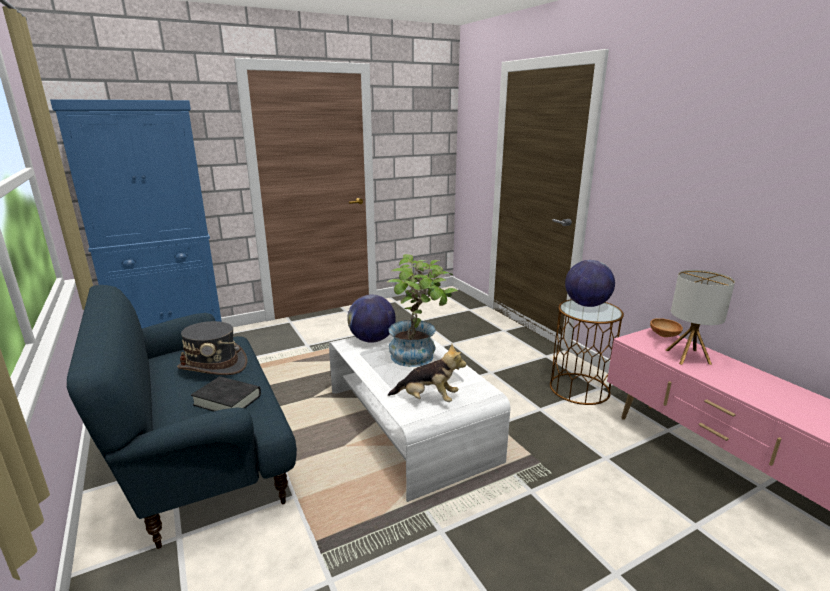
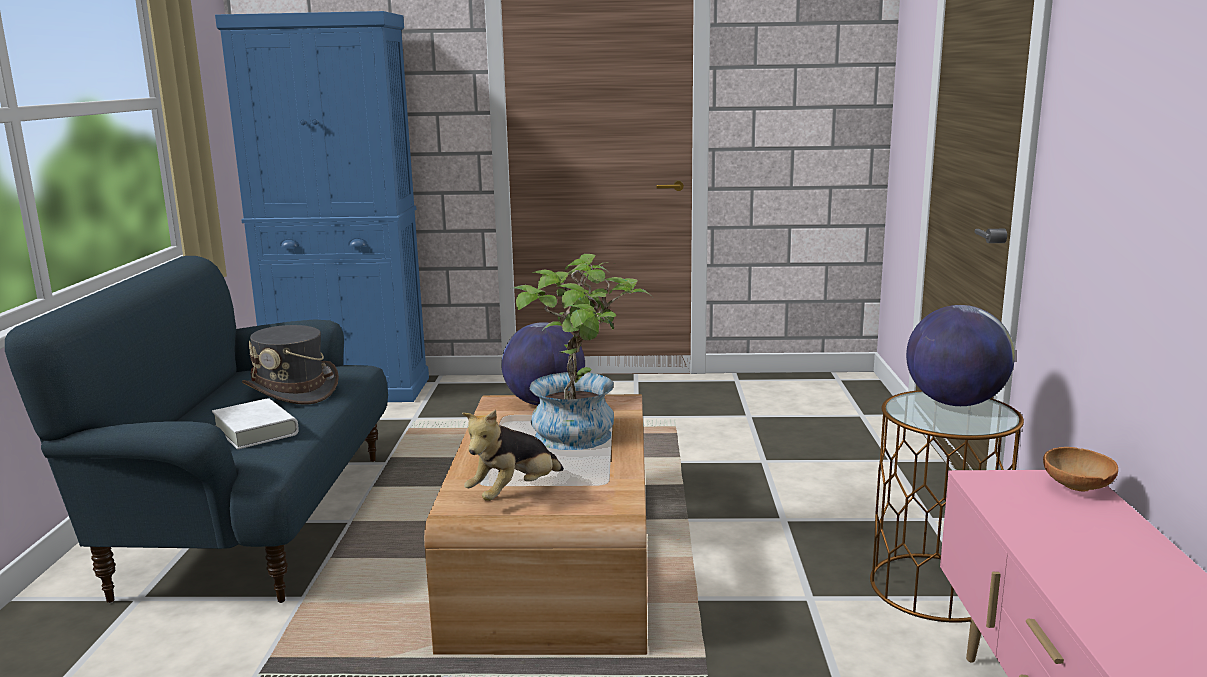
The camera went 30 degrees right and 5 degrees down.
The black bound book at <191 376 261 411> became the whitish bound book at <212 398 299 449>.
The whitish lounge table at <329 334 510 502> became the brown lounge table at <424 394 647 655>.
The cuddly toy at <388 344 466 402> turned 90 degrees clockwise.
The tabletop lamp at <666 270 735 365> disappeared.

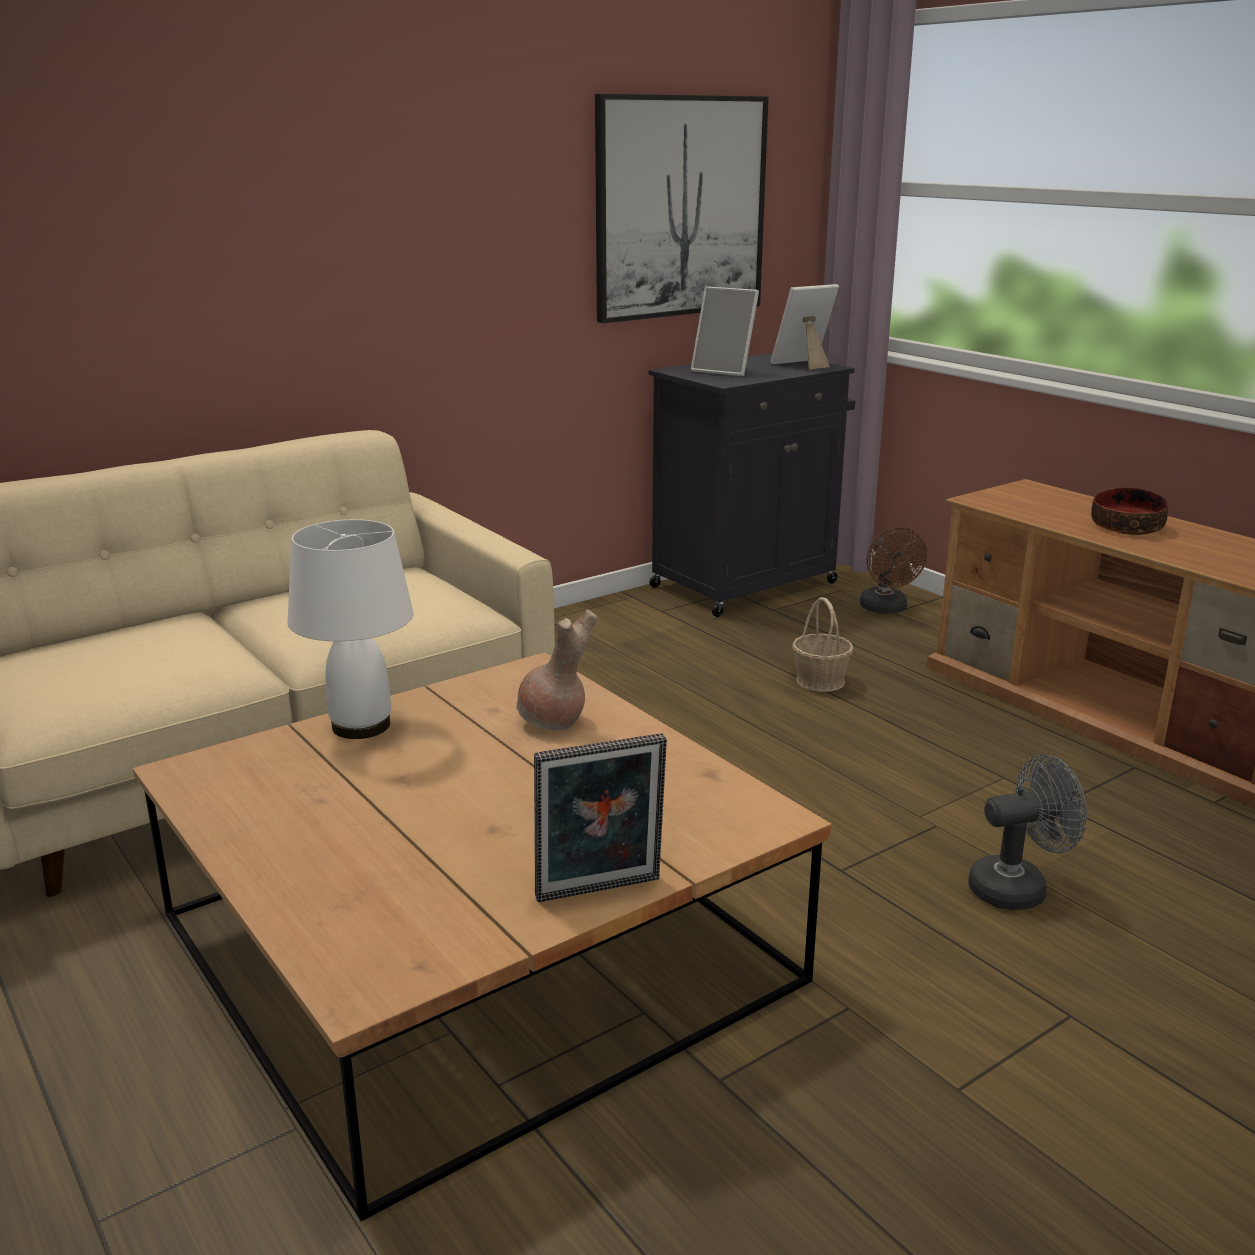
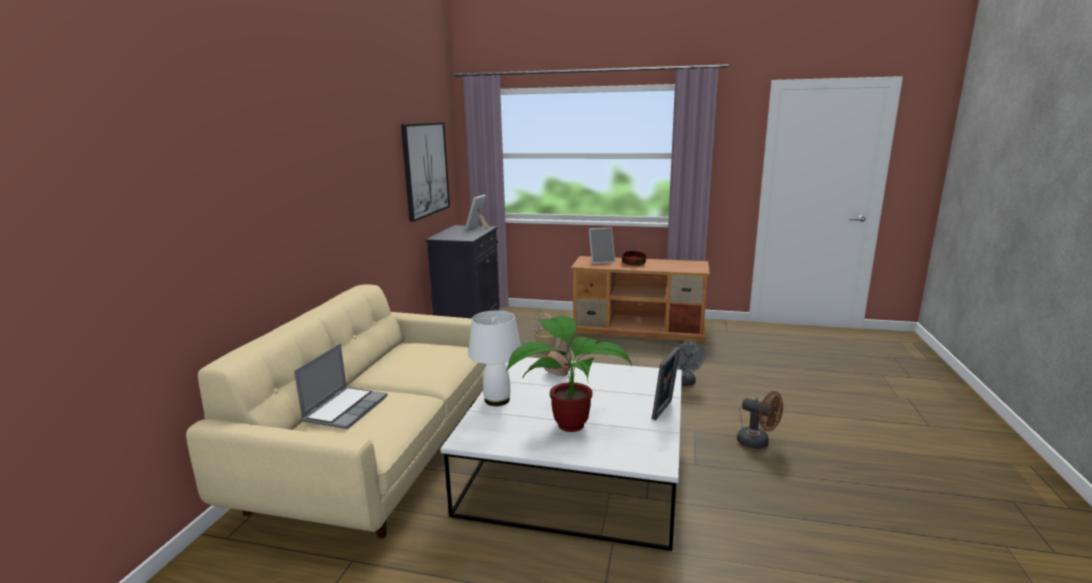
The camera went 40 degrees left and 5 degrees down.
The brown lounge table at <132 652 832 1221> became the whitish lounge table at <441 357 682 551>.
The picture frame moved from <691 286 759 376> to <589 227 615 264>.
The brown cooling fan moved from <860 527 927 614> to <737 391 783 449>.
The grey cooling fan at <968 755 1087 910> turned 135 degrees clockwise.
The notebook computer at <294 343 387 429> appeared.
The houseplant at <506 315 632 432> appeared.

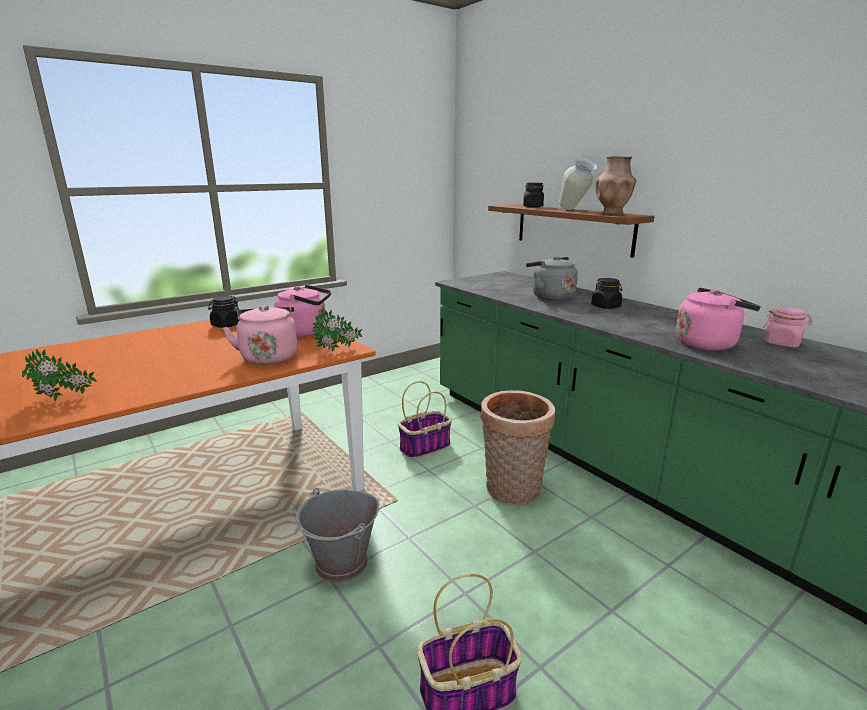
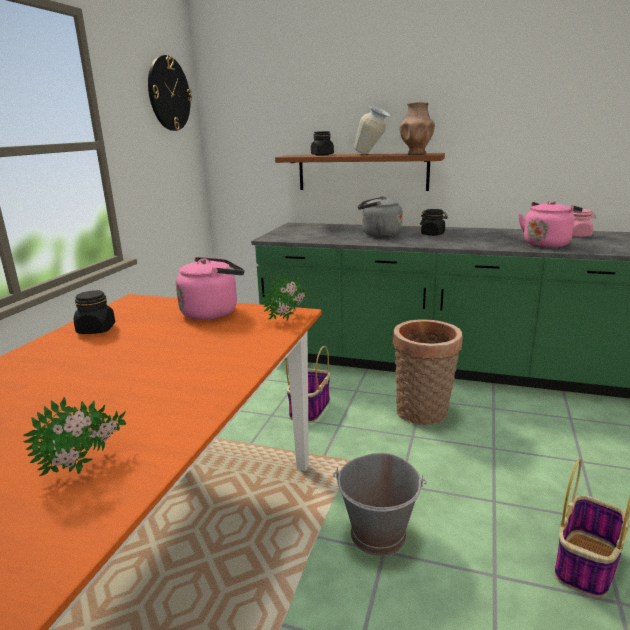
The camera went 35 degrees left and 0 degrees up.
The pinkish water kettle at <223 305 297 365> disappeared.
The wall clock at <148 55 192 131> appeared.

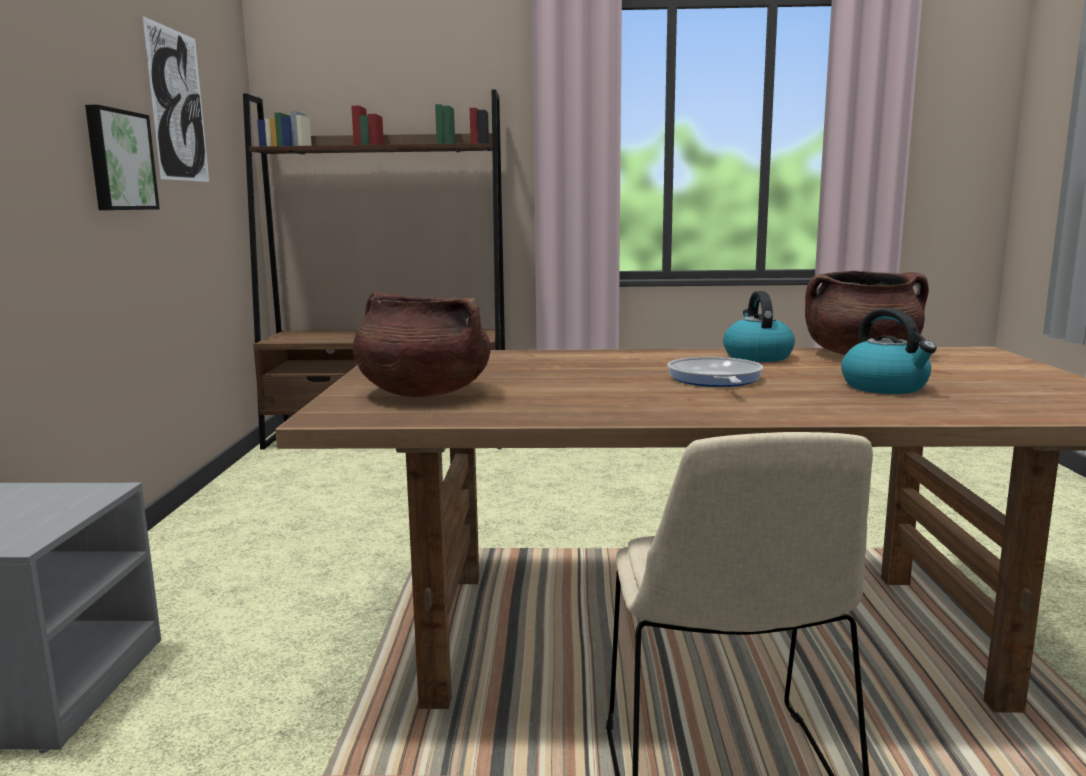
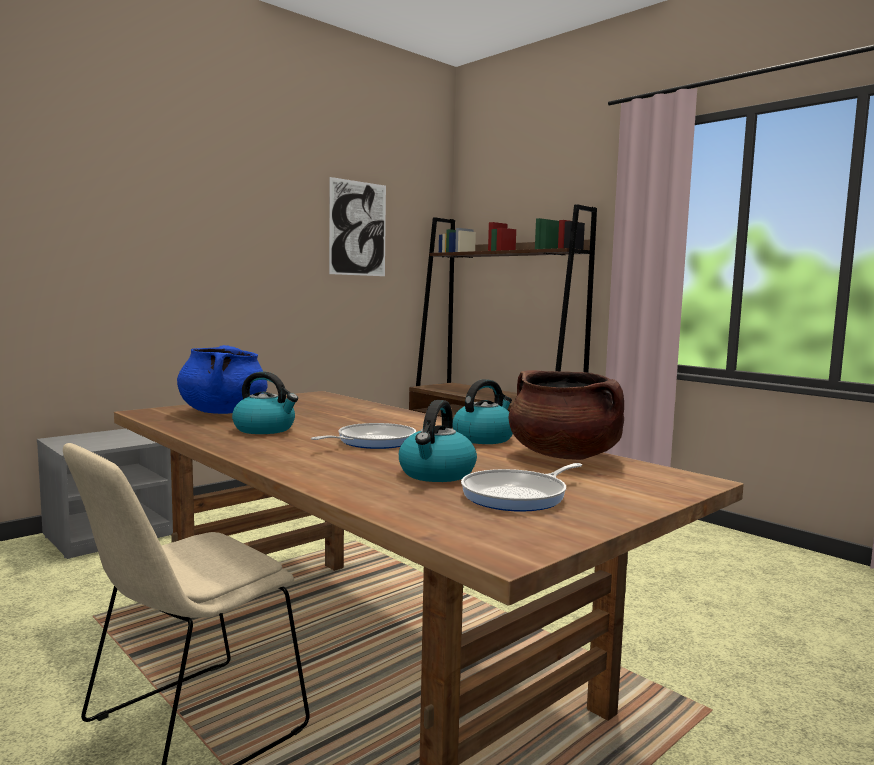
The camera went 45 degrees right and 5 degrees down.
The wall art at <85 105 160 210> disappeared.
The brown saucepot at <352 292 491 397> became the blue-coloured saucepot at <177 345 267 414>.
The water kettle at <232 372 298 434> appeared.
The frying pan at <461 463 582 512> appeared.

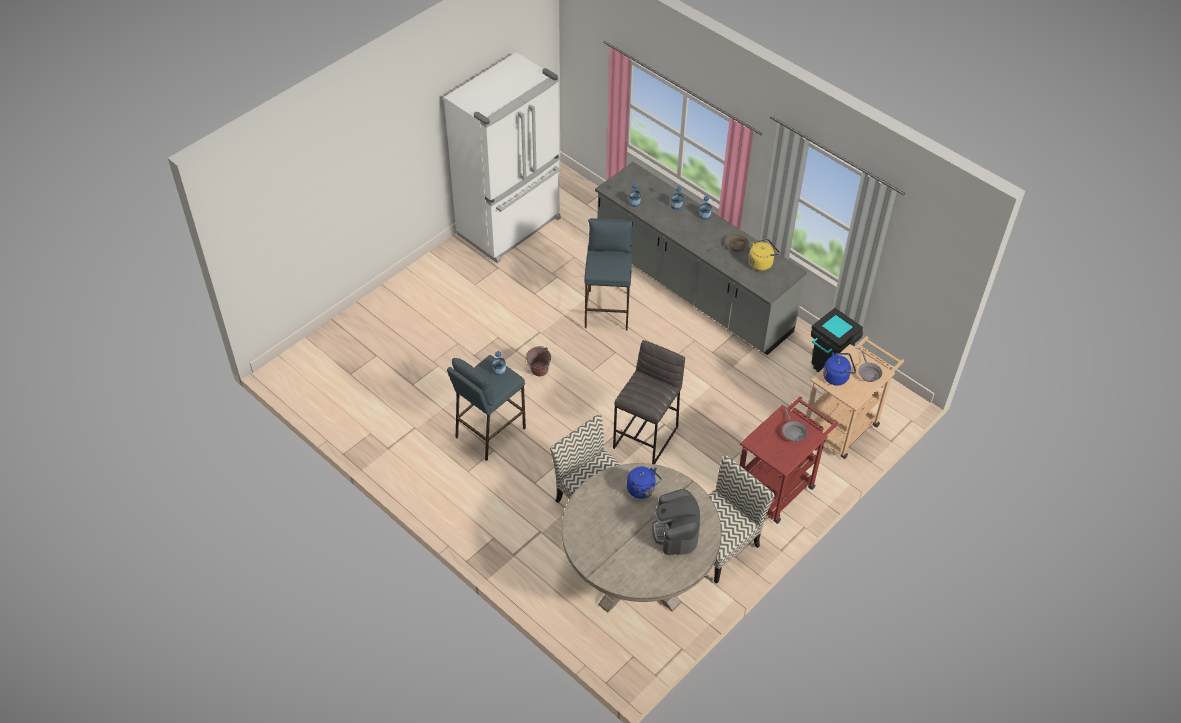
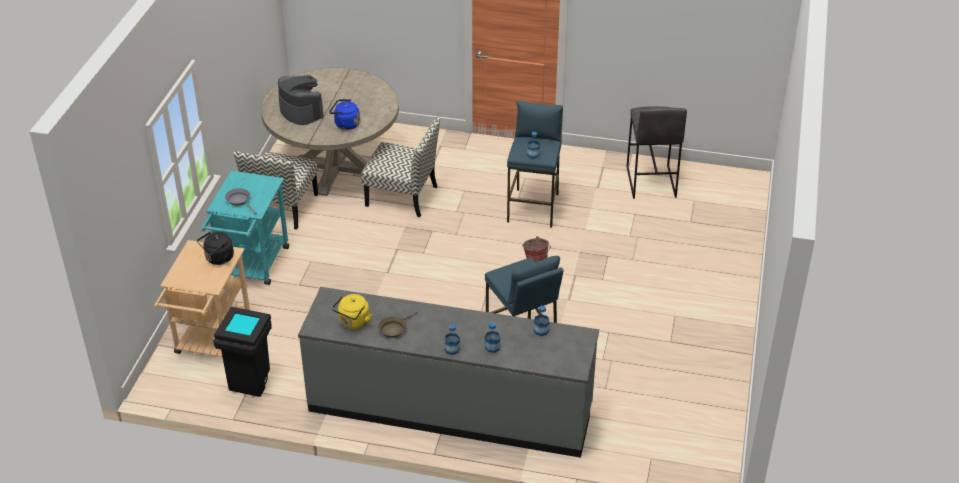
The camera went 150 degrees right and 10 degrees down.
The whitish refrigerator at <444 52 561 264> disappeared.
The grey sitting stool moved from <613 340 685 464> to <626 106 687 199>.
The red cart at <740 396 838 524> became the turquoise cart at <202 171 289 285>.
The blue-coloured water kettle at <823 352 856 385> became the black water kettle at <197 231 234 265>.
The grey frying pan at <858 350 882 382> disappeared.

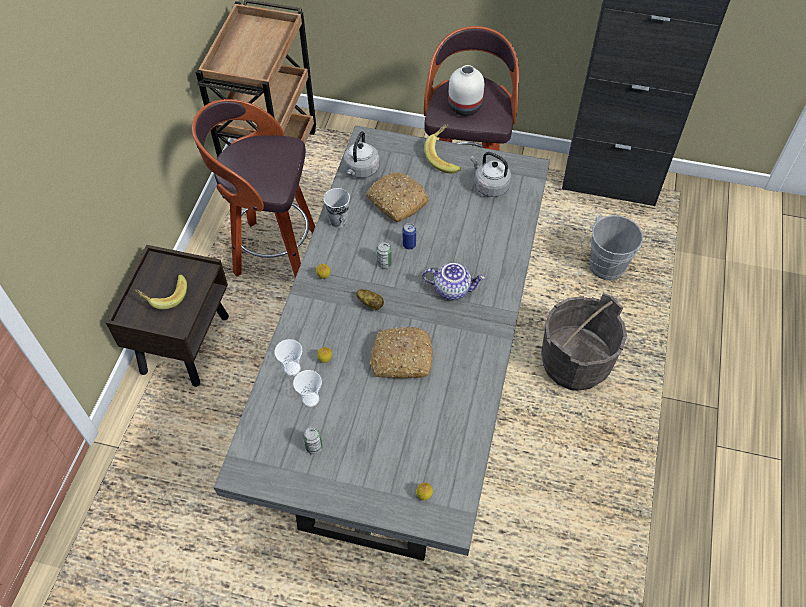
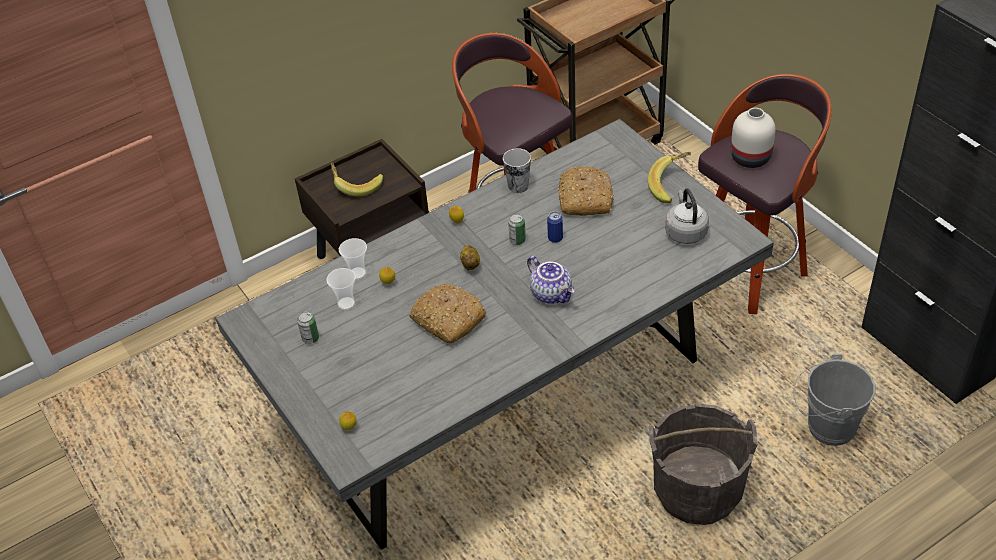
The camera went 45 degrees right and 10 degrees down.
The grey water kettle at <344 131 380 178> disappeared.

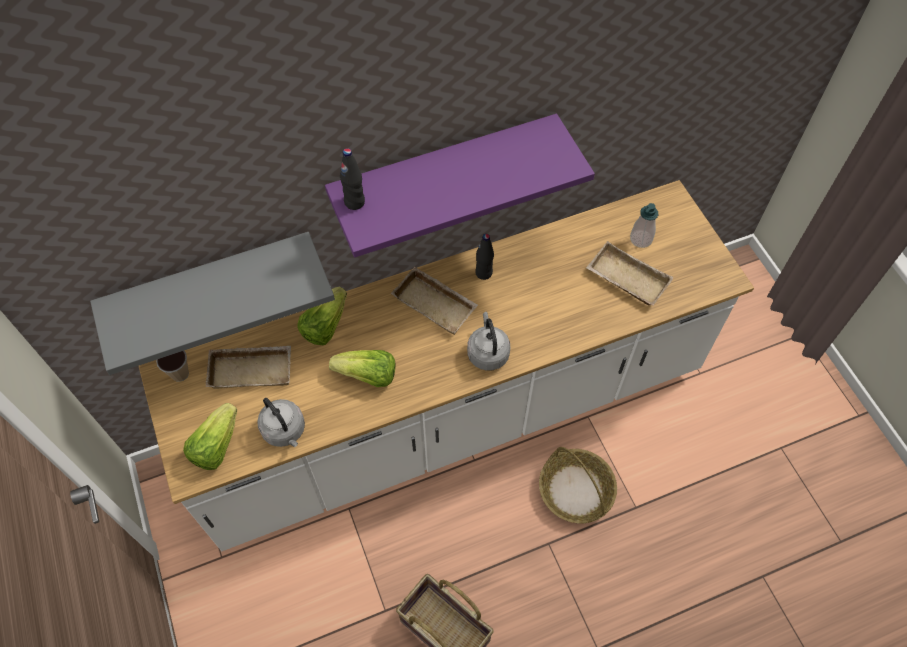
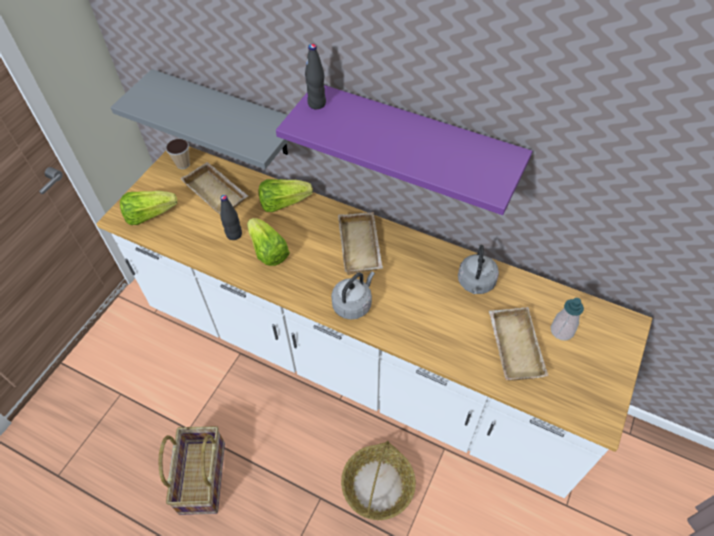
The camera went 50 degrees right and 5 degrees down.
The grey water kettle moved from <257 398 305 447> to <458 245 499 294>.
The black beverage bottle moved from <475 234 494 280> to <220 195 242 240>.

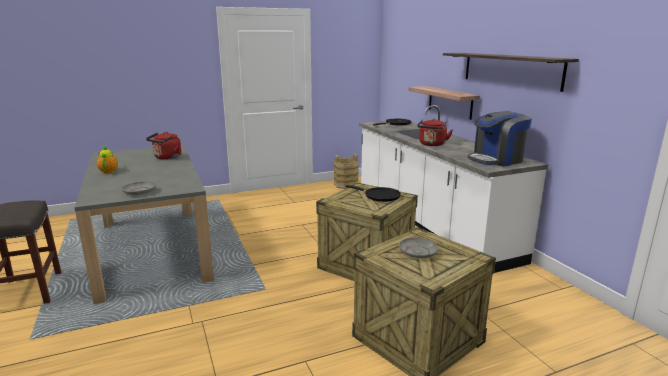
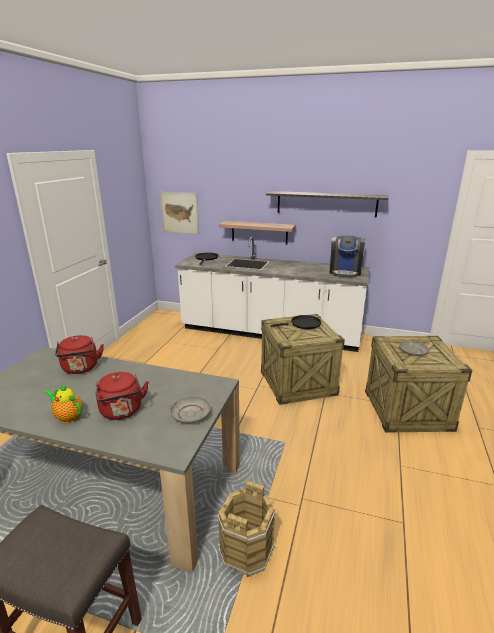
The camera went 50 degrees left and 5 degrees up.
The brown pail moved from <333 153 359 189> to <217 480 276 577>.
The red water kettle moved from <417 119 453 146> to <96 372 149 420>.
The wall art at <160 192 199 235> appeared.

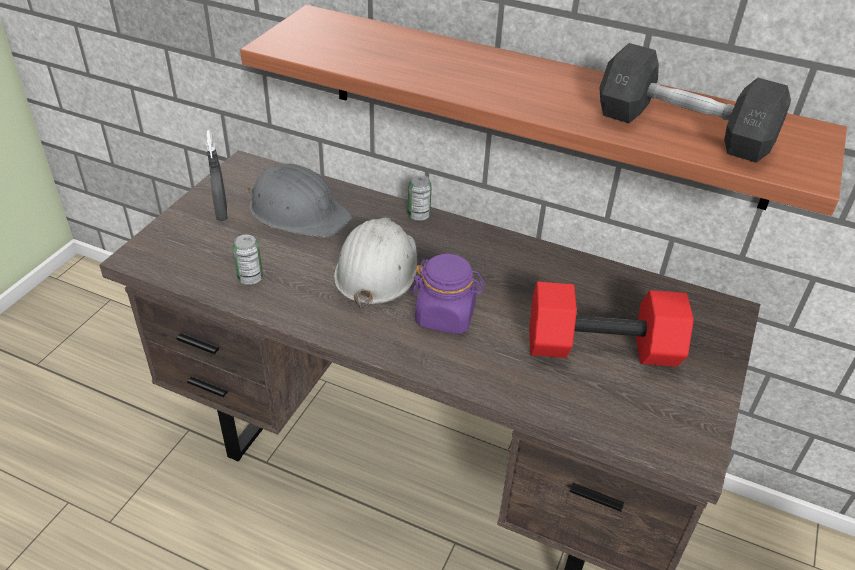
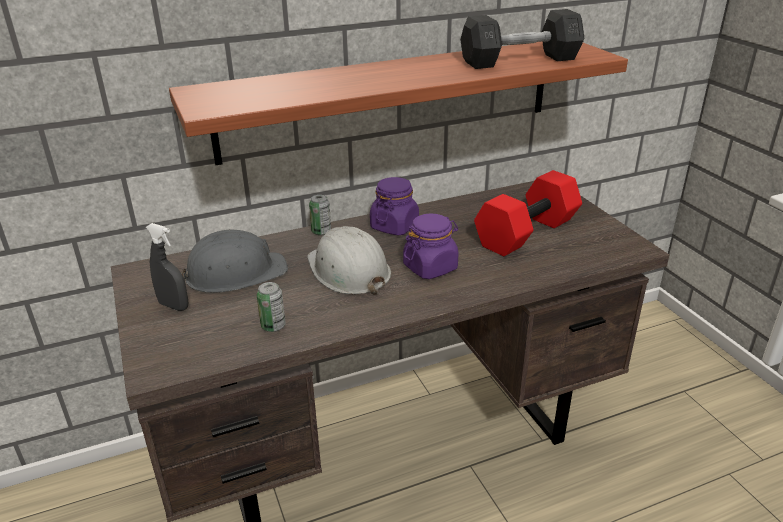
The camera went 45 degrees left and 10 degrees down.
The purple preserve jar at <370 177 419 235> appeared.

